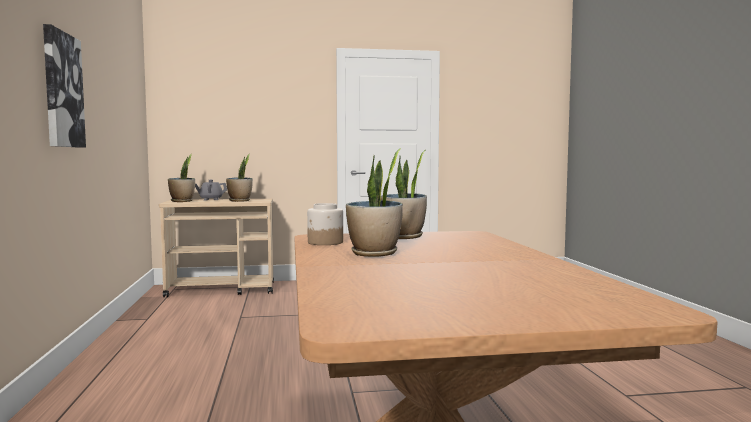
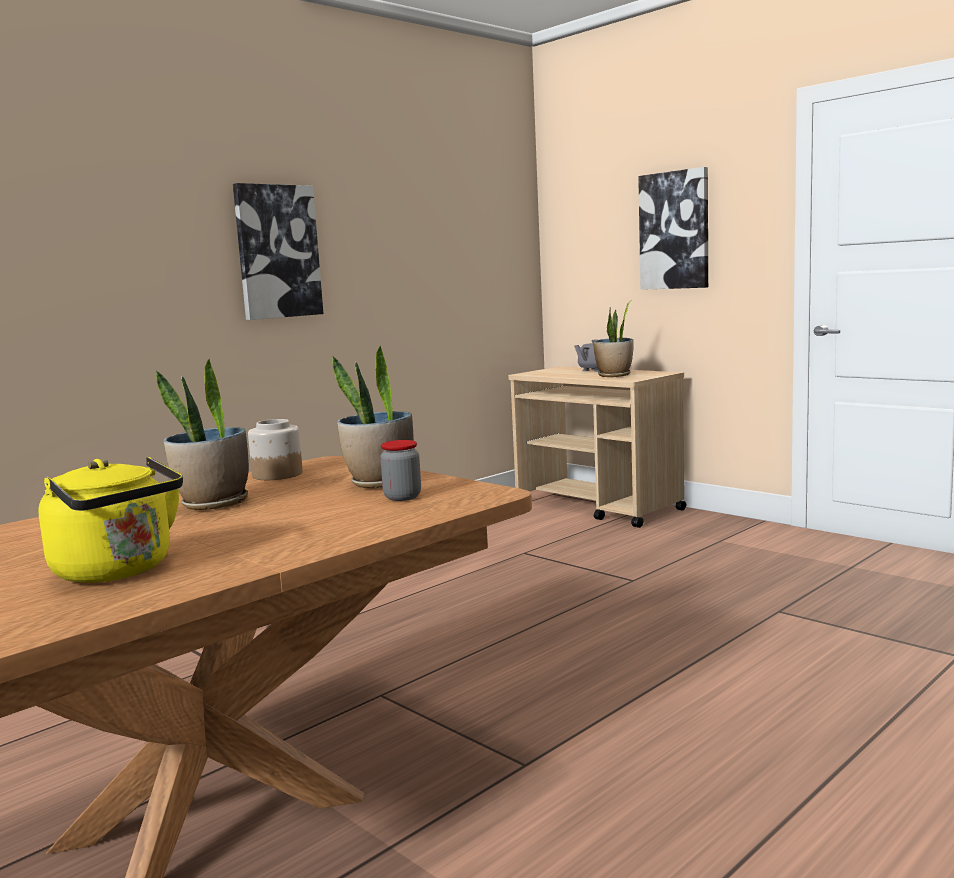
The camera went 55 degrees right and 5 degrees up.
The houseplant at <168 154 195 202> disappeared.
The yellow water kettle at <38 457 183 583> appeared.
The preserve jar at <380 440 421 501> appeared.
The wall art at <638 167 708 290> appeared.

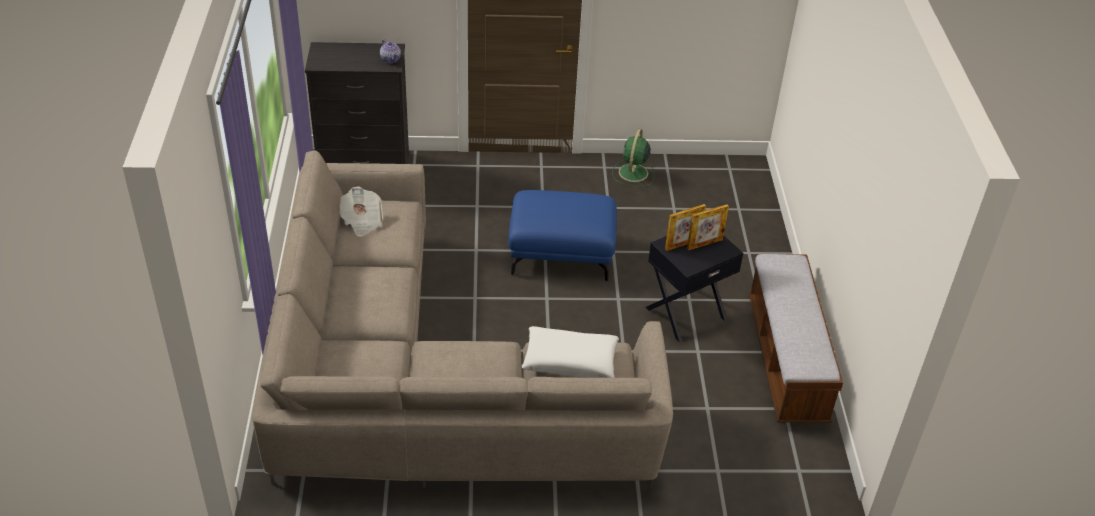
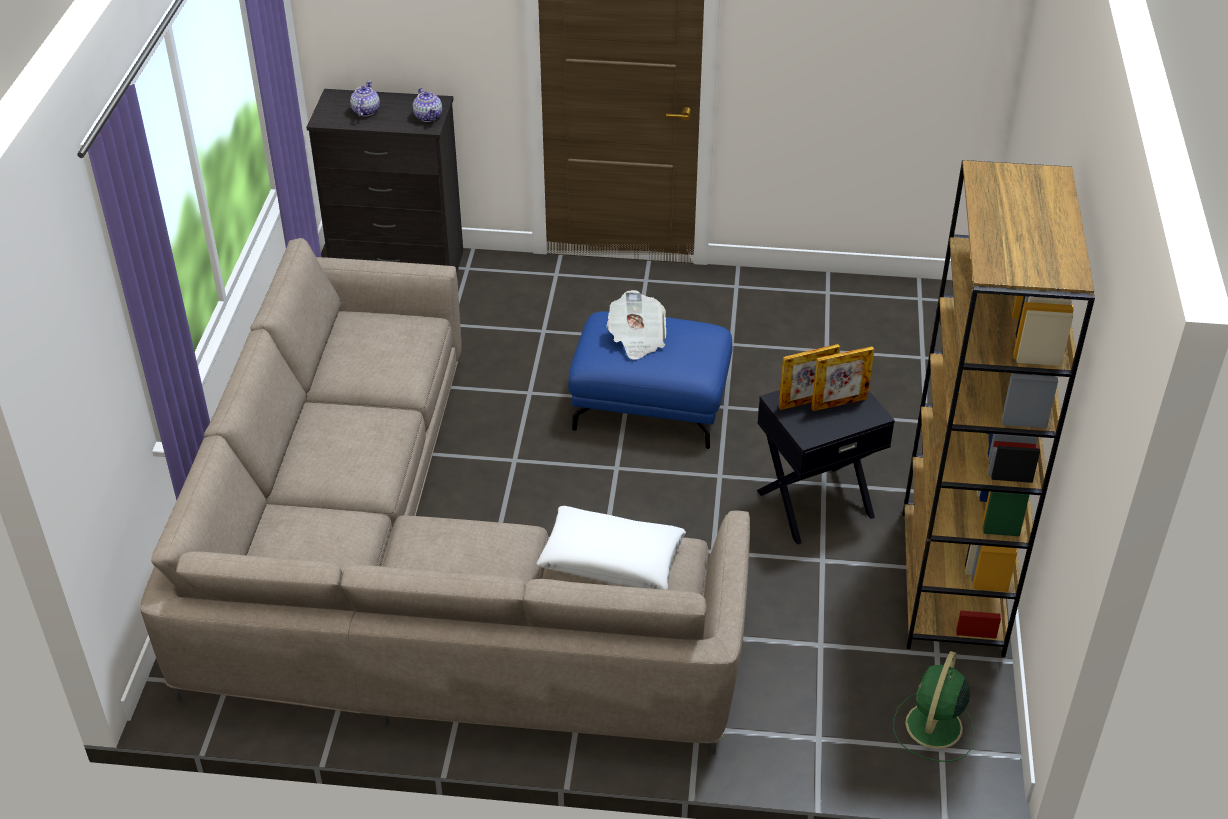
The camera went 10 degrees right and 0 degrees up.
The newspaper moved from <339 187 383 237> to <607 290 666 360>.
The green-coloured cooling fan moved from <612 129 654 187> to <893 651 974 762>.
The indoor bench at <749 254 843 423> was replaced by the brown bookcase at <903 160 1095 657>.
The teapot at <350 80 380 117> appeared.

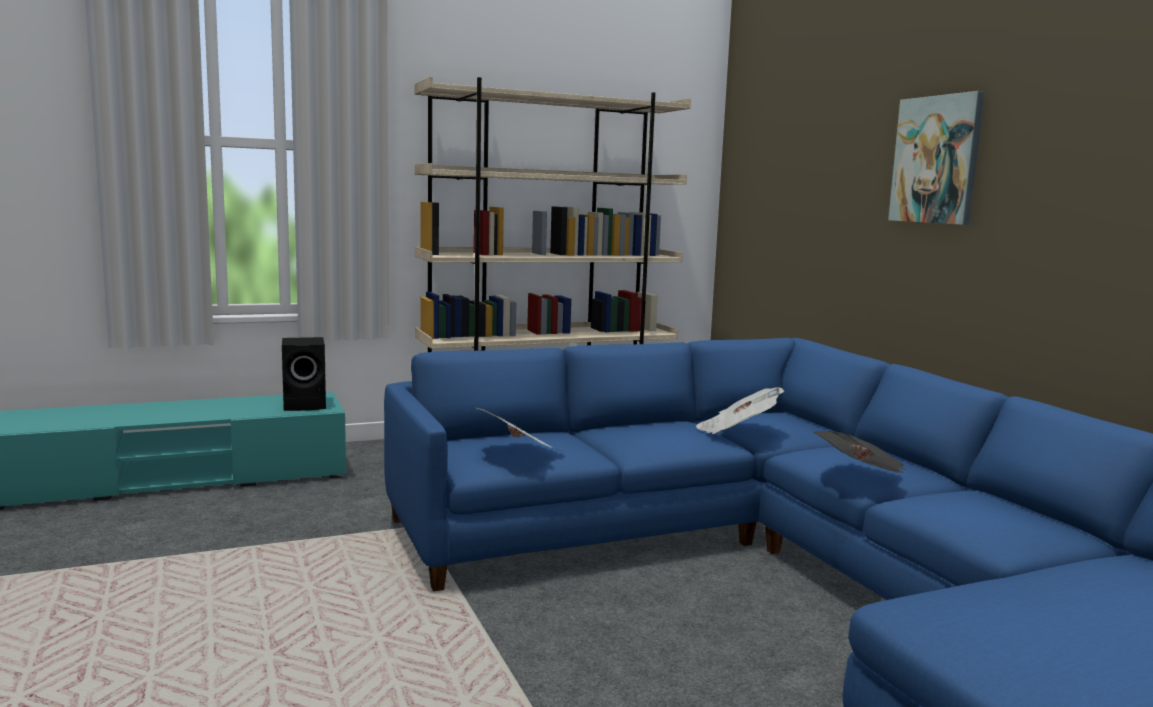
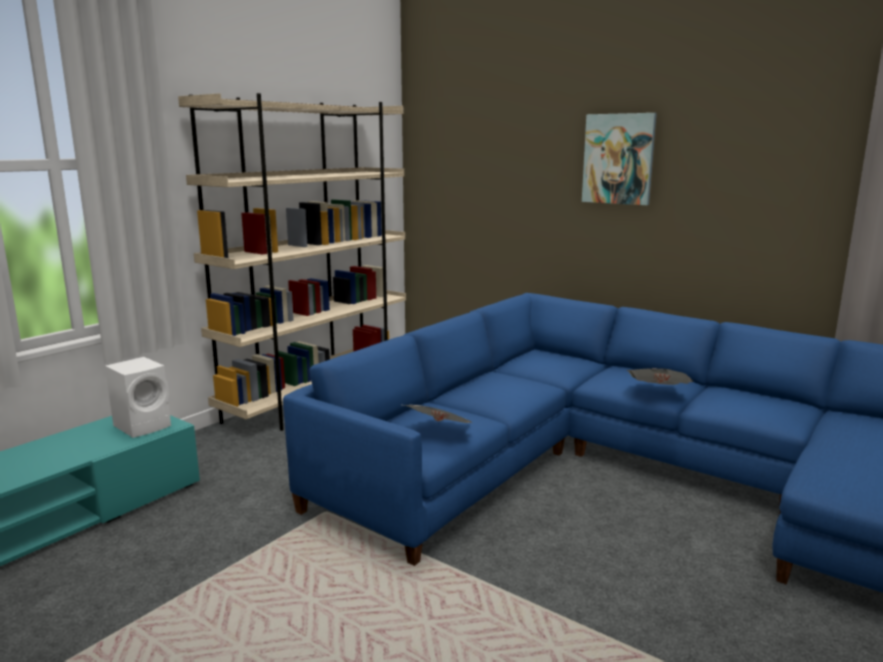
The camera went 30 degrees left and 5 degrees up.
The black loudspeaker at <282 337 326 411> became the whitish loudspeaker at <105 357 171 438>.
The newspaper at <696 387 784 434> disappeared.

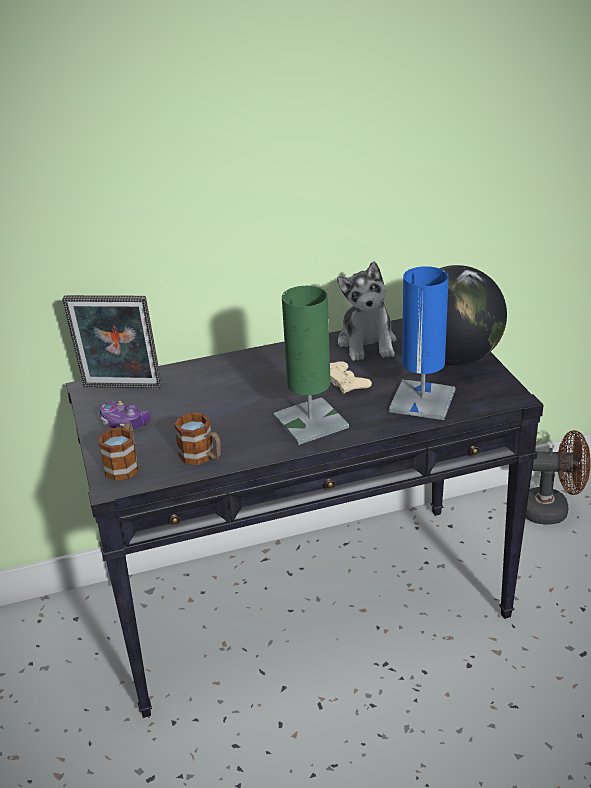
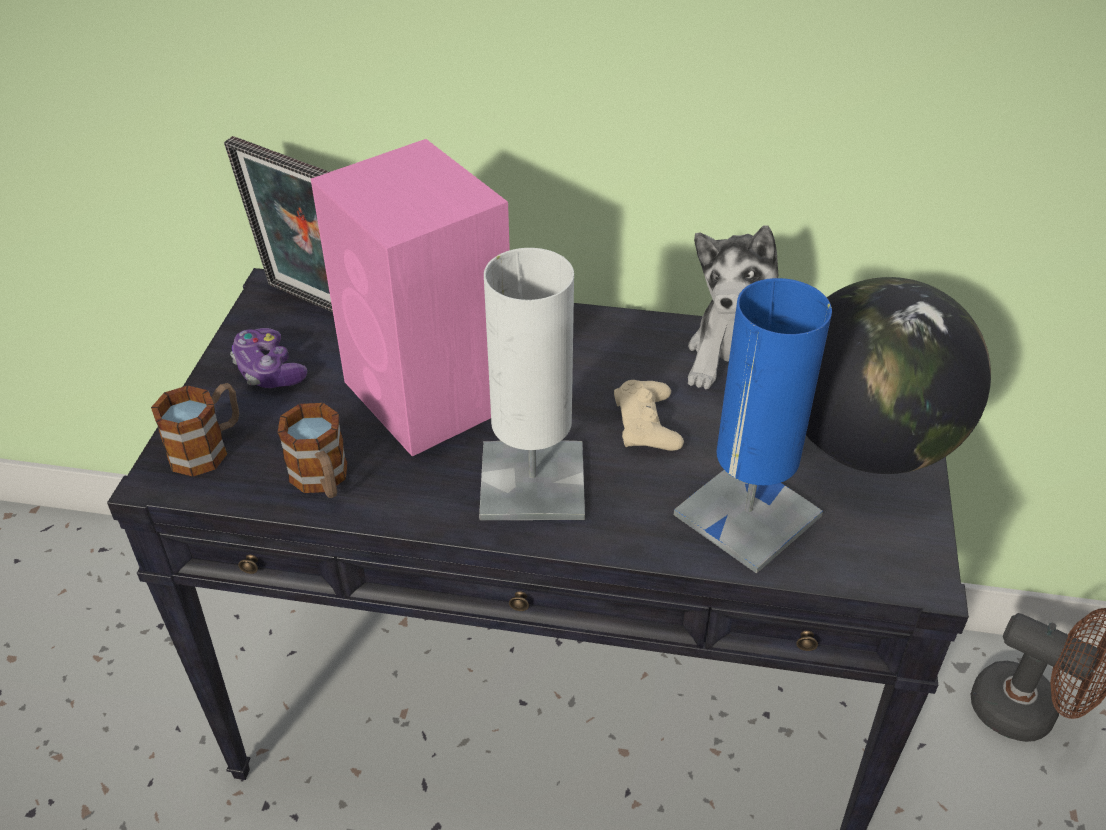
The camera went 25 degrees right and 10 degrees up.
The green-coloured tabletop lamp at <273 286 349 445> became the whitish tabletop lamp at <479 248 585 520>.
The pinkish loudspeaker at <311 139 510 456> appeared.

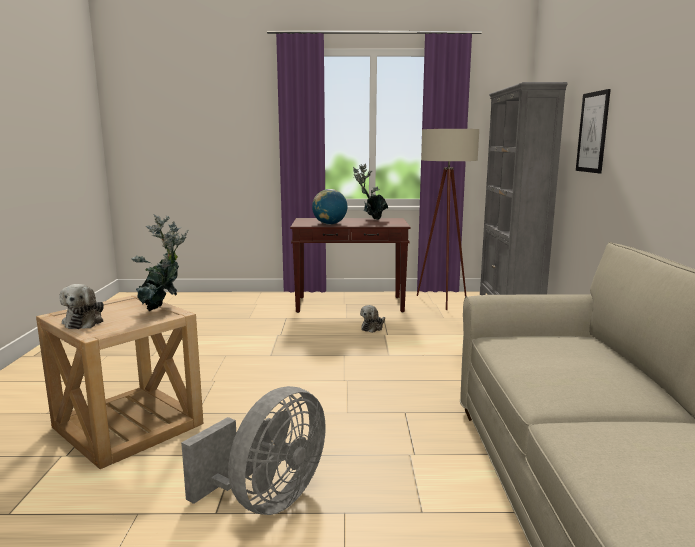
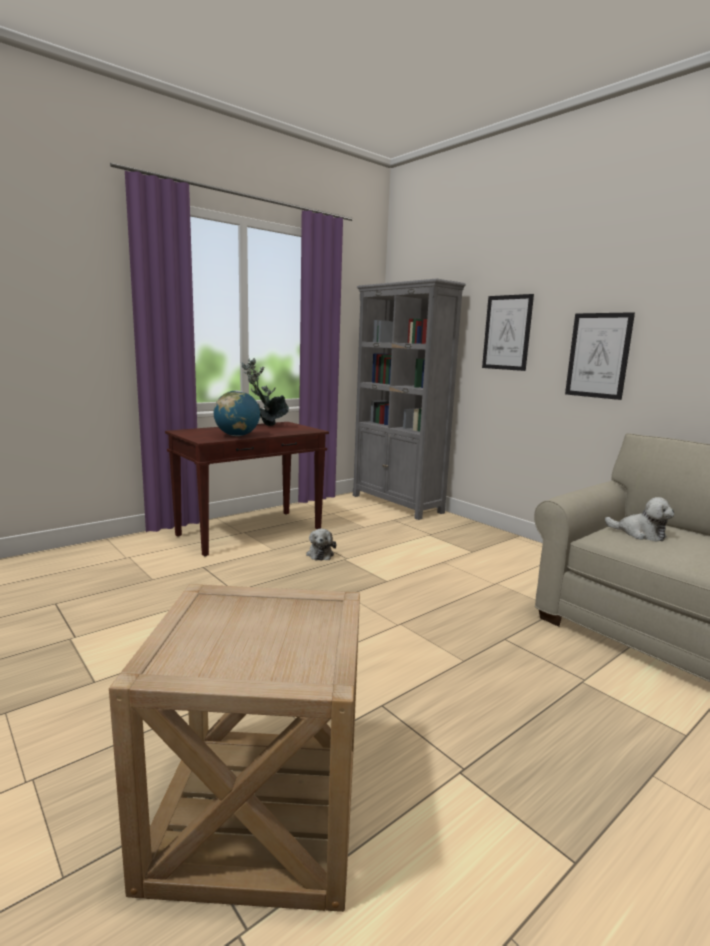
The camera went 40 degrees left and 0 degrees up.
The cuddly toy moved from <60 284 104 329> to <605 497 674 541>.
The houseplant at <131 214 189 311> disappeared.
The grey cooling fan at <181 386 326 515> disappeared.
The beige standard lamp at <417 129 479 310> disappeared.
The wall art at <565 312 635 400> appeared.

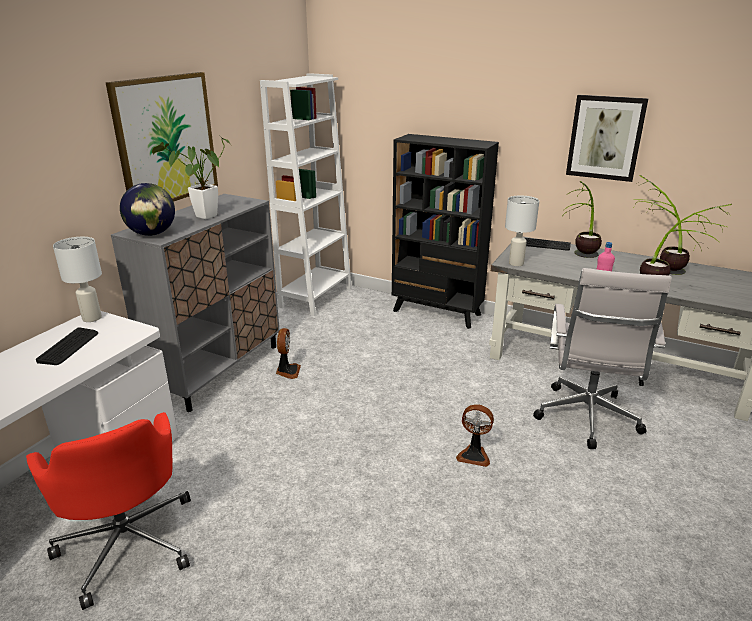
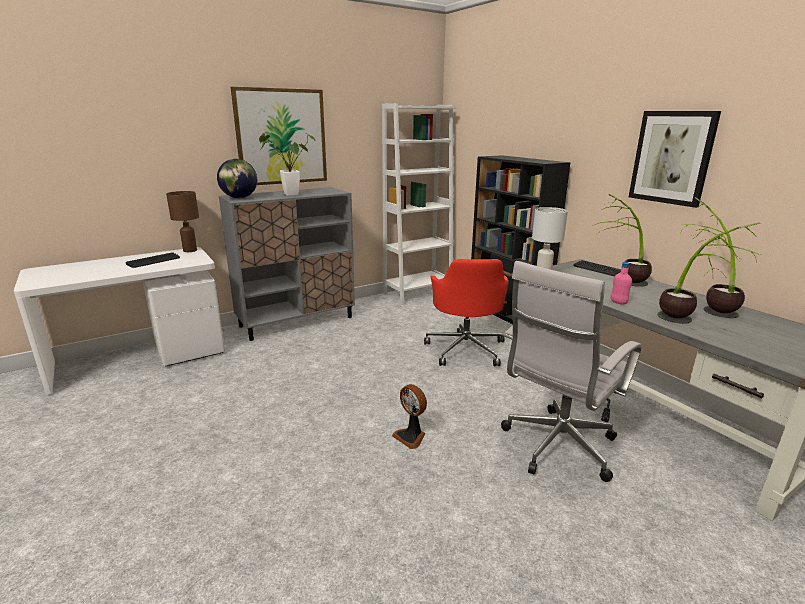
The camera went 30 degrees right and 5 degrees down.
The red office chair moved from <26 412 191 610> to <424 259 509 366>.
The whitish tabletop lamp at <53 237 102 322> became the brown tabletop lamp at <166 191 199 252>.
The cooling fan at <276 328 301 379> disappeared.

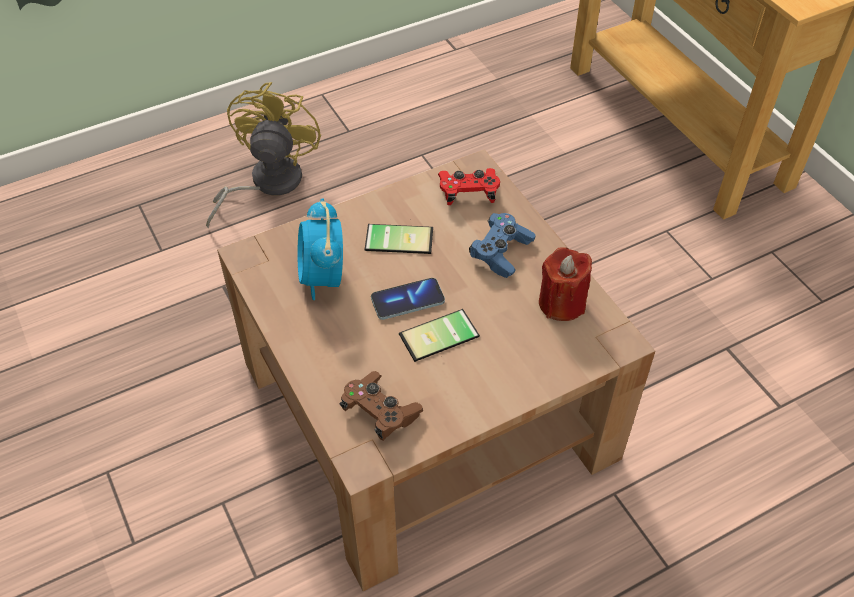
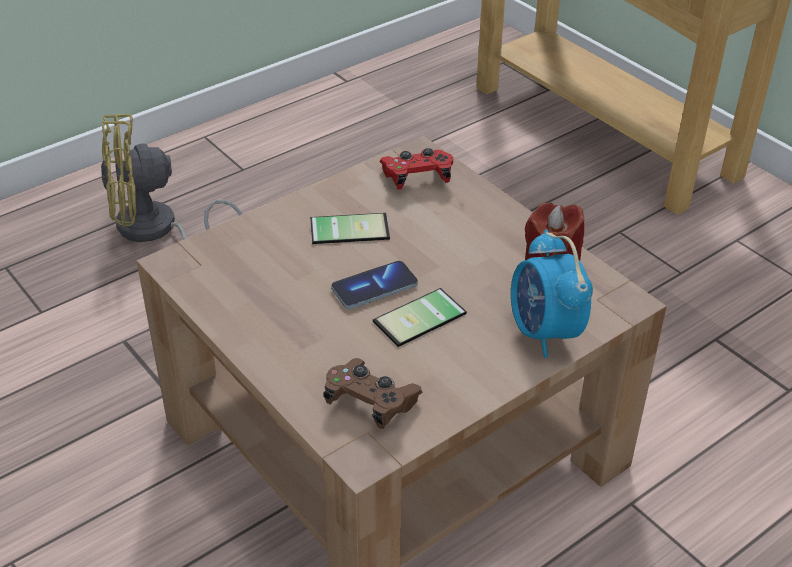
The camera went 10 degrees left and 10 degrees down.
The yellow cooling fan at <206 82 321 229> turned 105 degrees counterclockwise.
The bedside clock moved from <298 199 343 300> to <511 230 593 358>.
The blue-coloured gamepad at <469 213 535 278> disappeared.

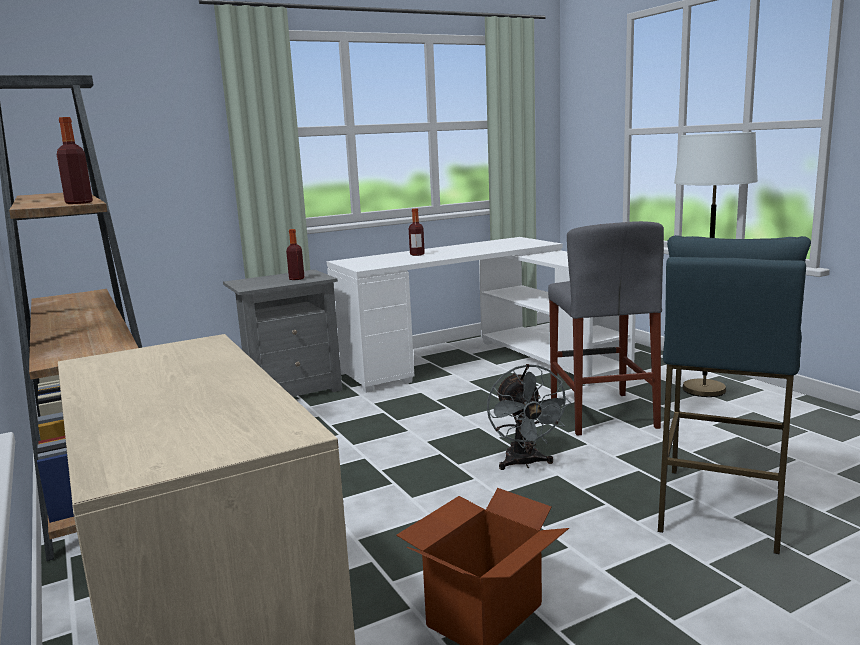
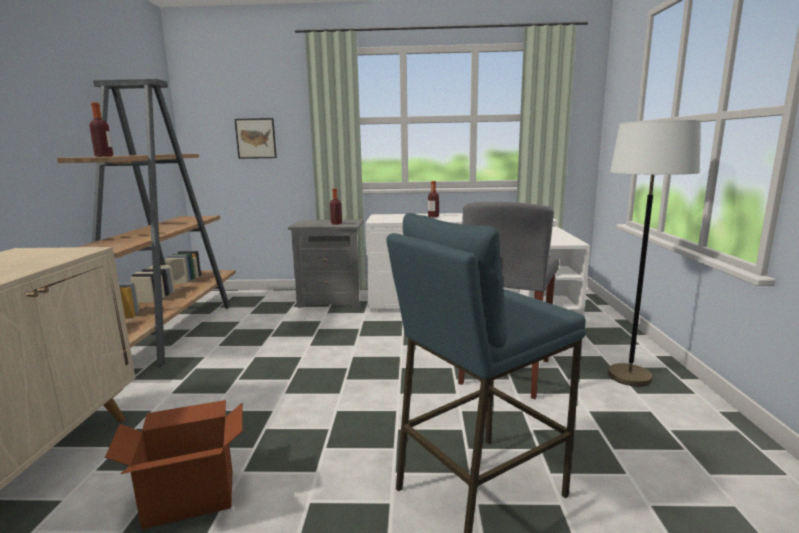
The camera went 30 degrees right and 0 degrees up.
The grey cooling fan at <487 364 571 470> disappeared.
The wall art at <234 118 277 159> appeared.

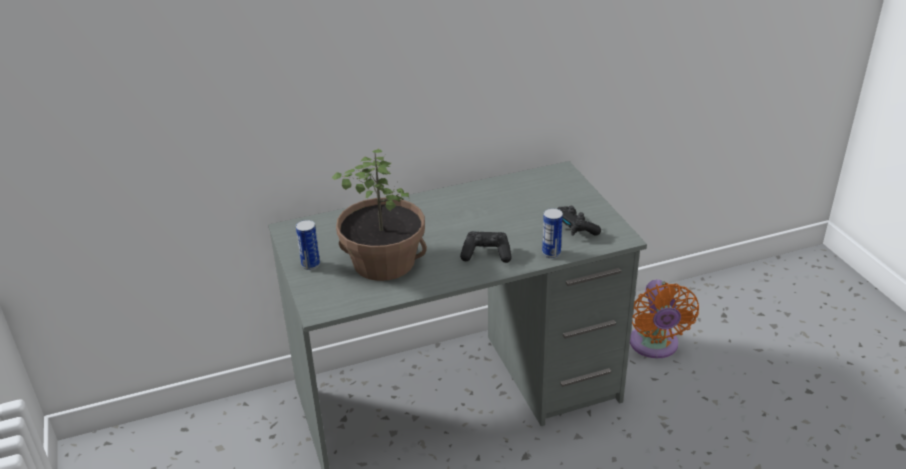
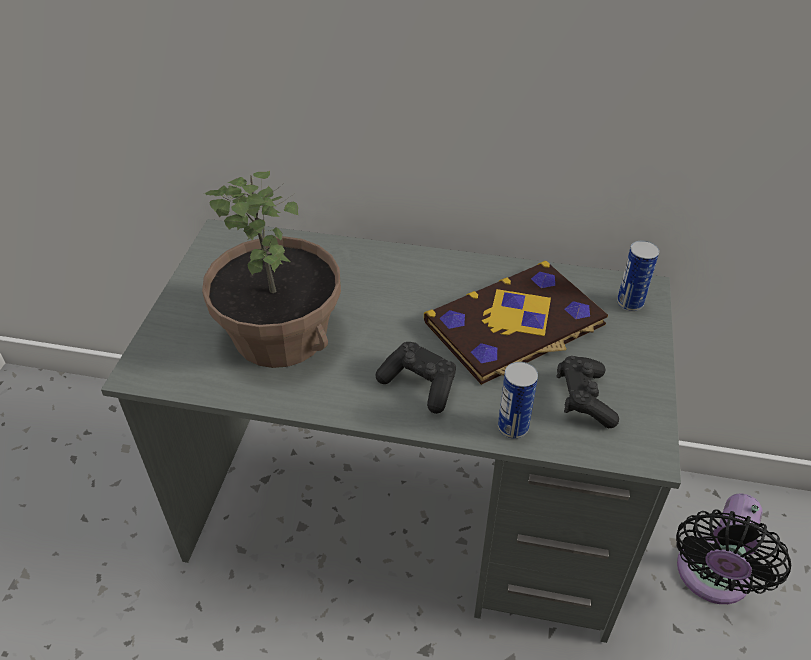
The camera went 30 degrees right and 10 degrees up.
The metal can moved from <296 220 320 270> to <617 241 659 312>.
The orange cooling fan at <630 280 699 358> became the black cooling fan at <676 494 791 604>.
The bound book at <424 261 608 385> appeared.

